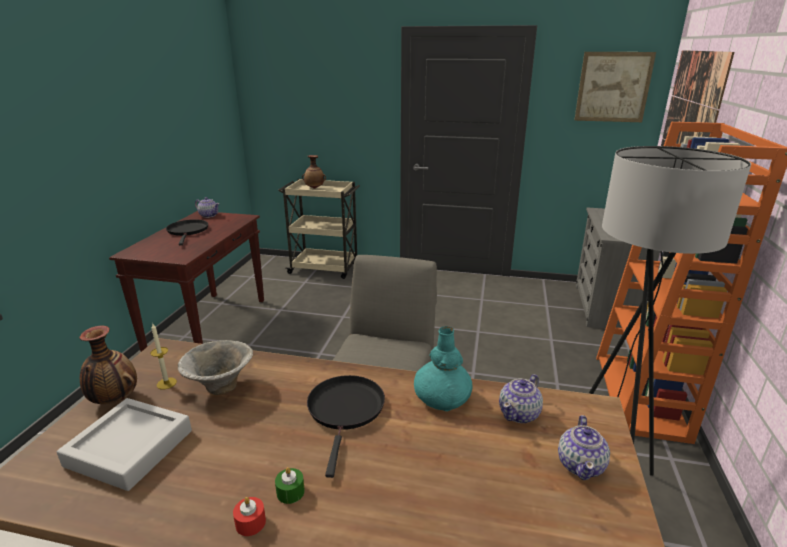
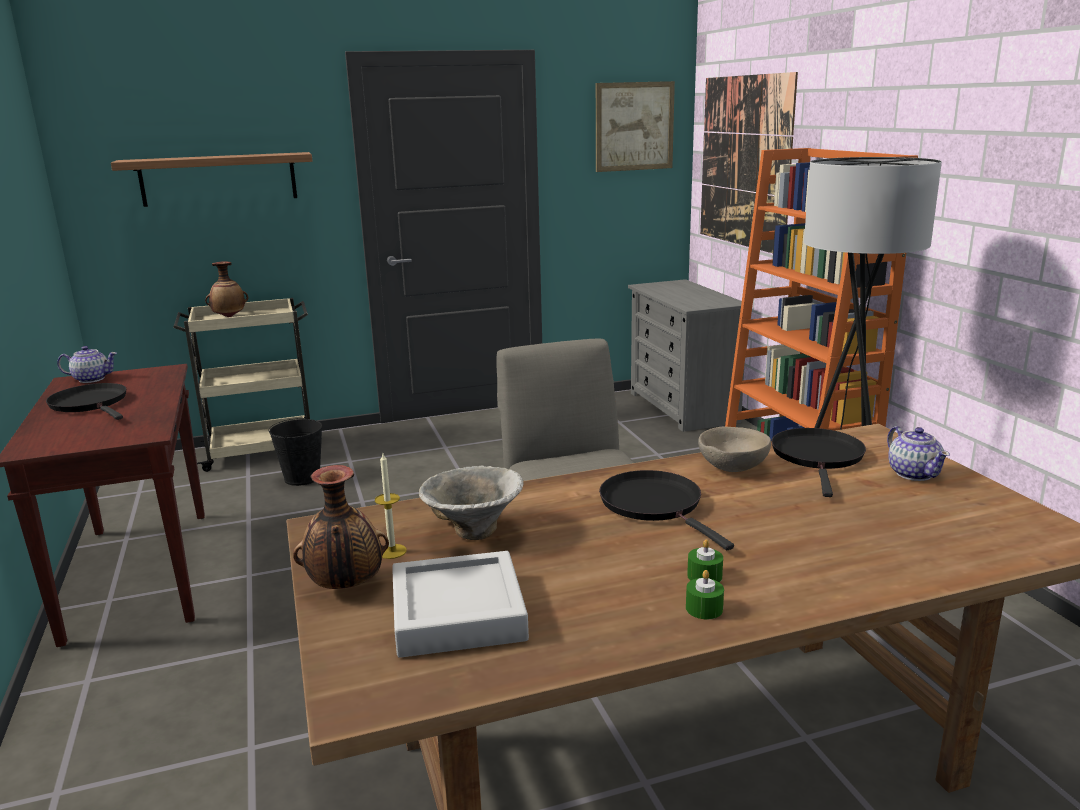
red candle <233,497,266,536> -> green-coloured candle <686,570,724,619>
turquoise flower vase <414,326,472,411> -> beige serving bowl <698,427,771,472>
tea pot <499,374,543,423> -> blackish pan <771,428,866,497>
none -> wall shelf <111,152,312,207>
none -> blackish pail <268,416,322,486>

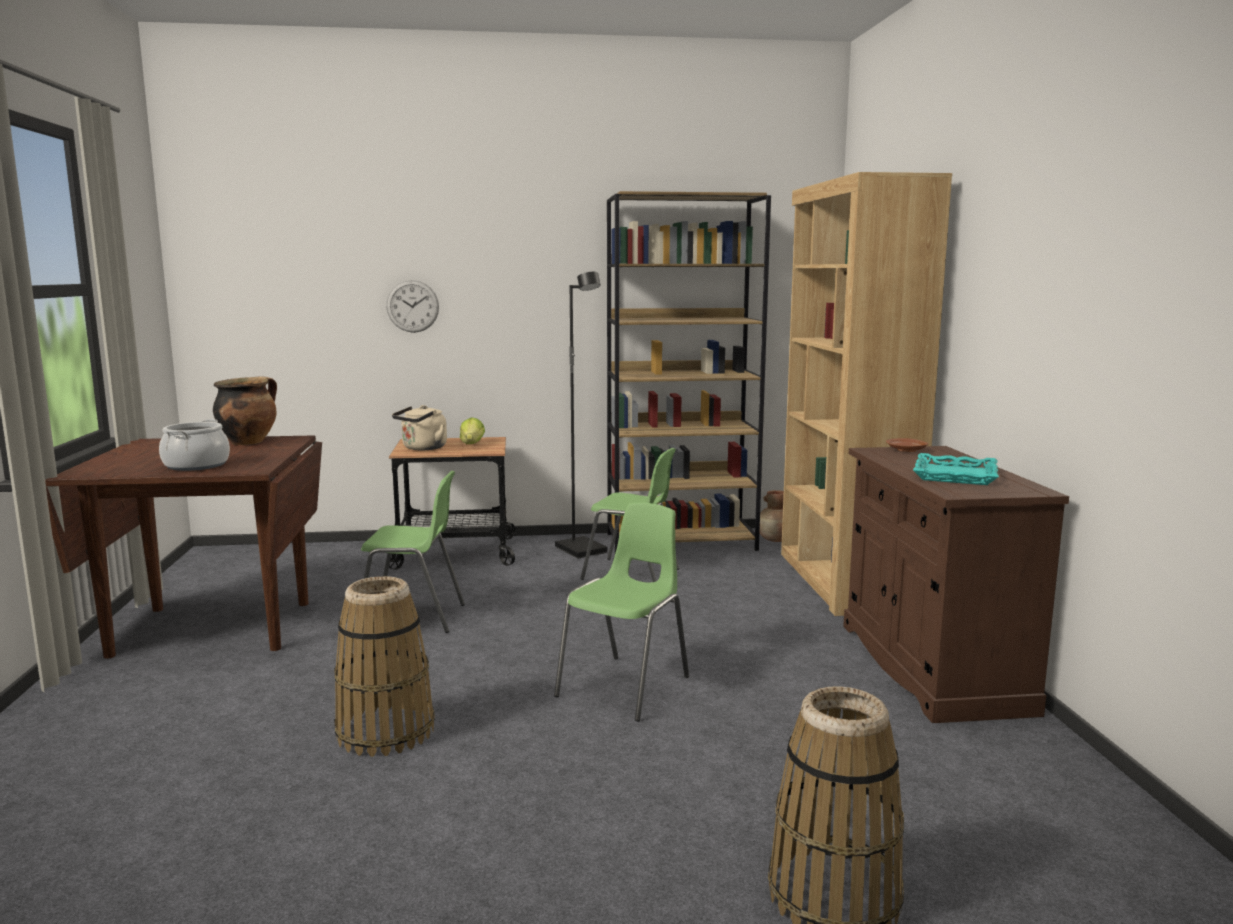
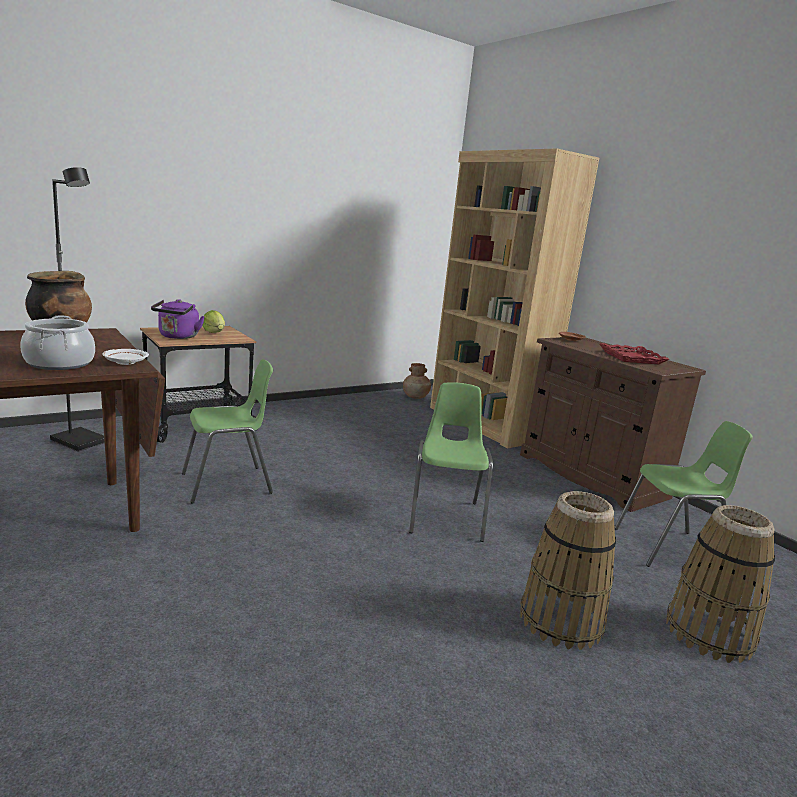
basket <334,576,435,757> -> basket <520,491,616,650>, moved
wall clock <386,280,439,333> -> none
beige kettle <392,405,447,450> -> purplish kettle <151,299,205,339>
blackish standard lamp <555,272,608,559> -> blackish standard lamp <50,167,105,452>, moved
green-coloured upright chair <580,448,680,582> -> green-coloured upright chair <614,421,753,567>, moved
brownish shelving unit <607,191,771,553> -> none
turquoise tray <913,453,999,485> -> red tray <599,343,670,364>
none -> white plate <103,349,149,365>

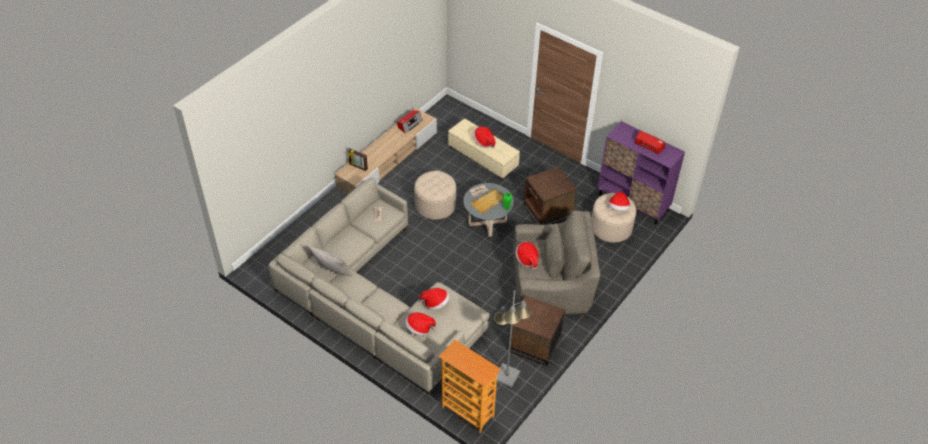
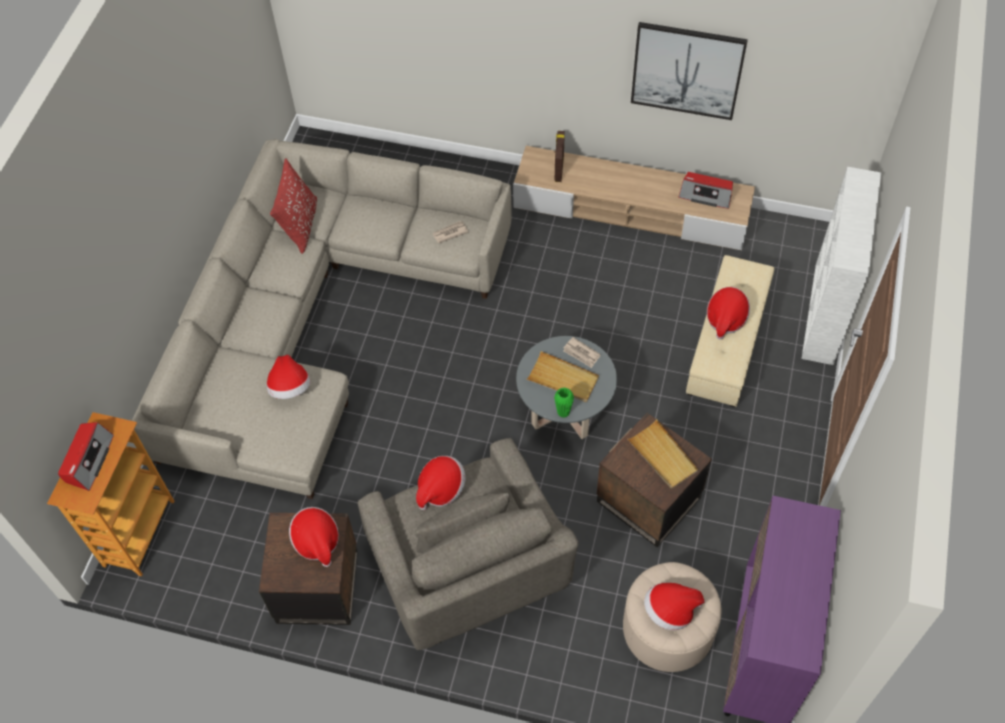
gray cushion <308,246,353,276> -> red cushion <270,158,317,254>
hat <405,312,436,336> -> hat <289,507,339,567>, moved
beige pouffe <414,170,456,220> -> none
gray standard lamp <494,290,531,387> -> none
radio receiver <635,131,665,154> -> radio receiver <58,422,114,491>, moved
none -> beige tray <627,419,698,489>
none -> wall picture <631,22,748,120>
none -> white shelving unit <801,167,881,365>

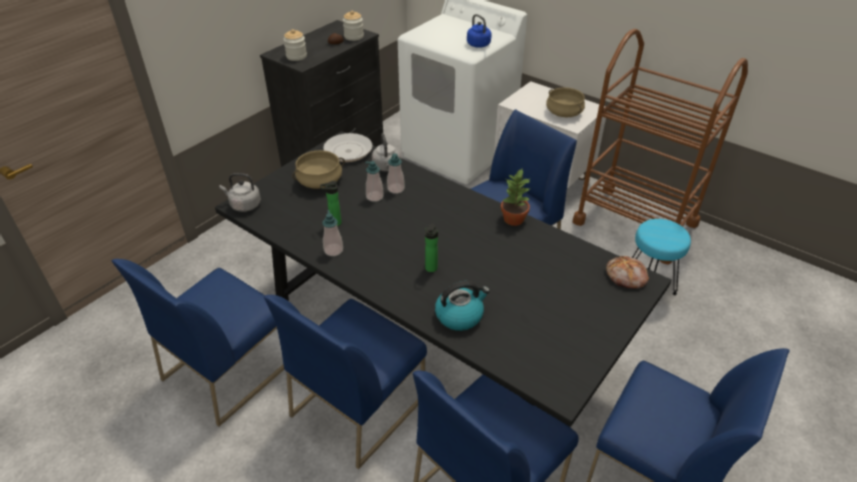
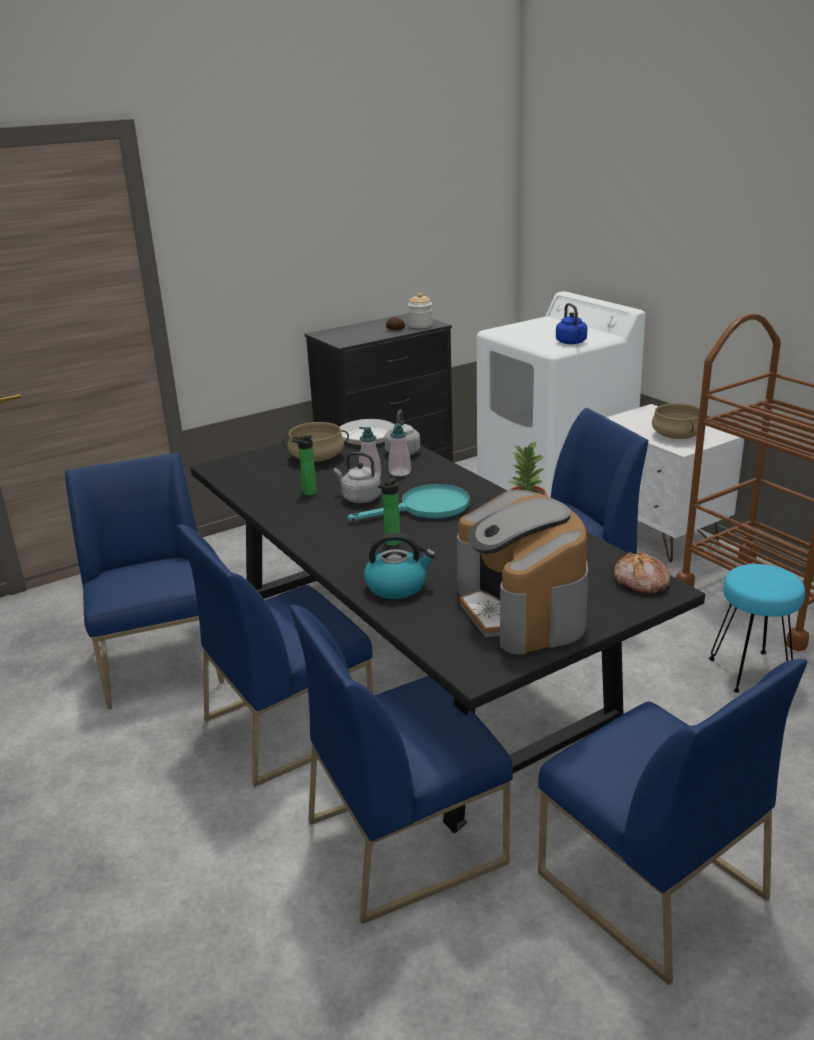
blue upright chair <111,259,284,427> -> blue upright chair <65,453,224,709>, 105 degrees clockwise
gray kettle <219,173,261,212> -> gray kettle <334,452,381,503>, moved
preserve jar <283,29,307,61> -> none
soap dispenser <322,210,343,256> -> none
none -> turquoise pan <347,484,470,521>
none -> coffee brewer <457,490,588,654>

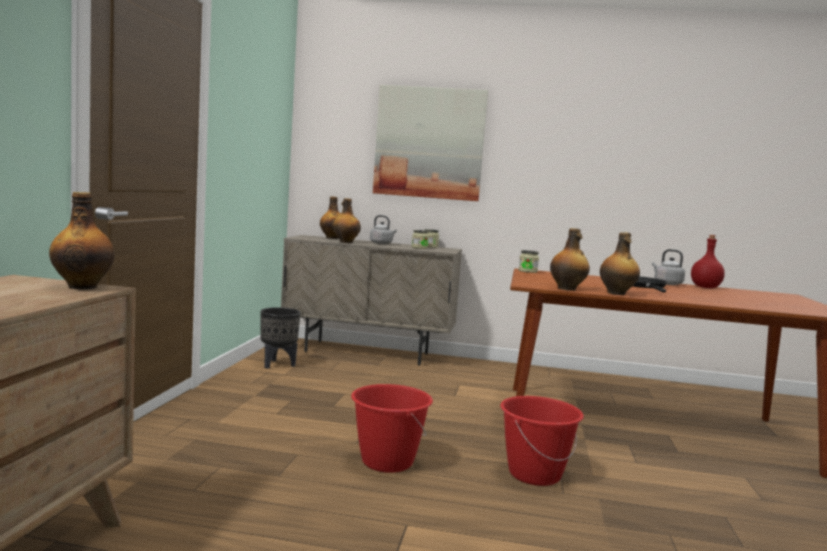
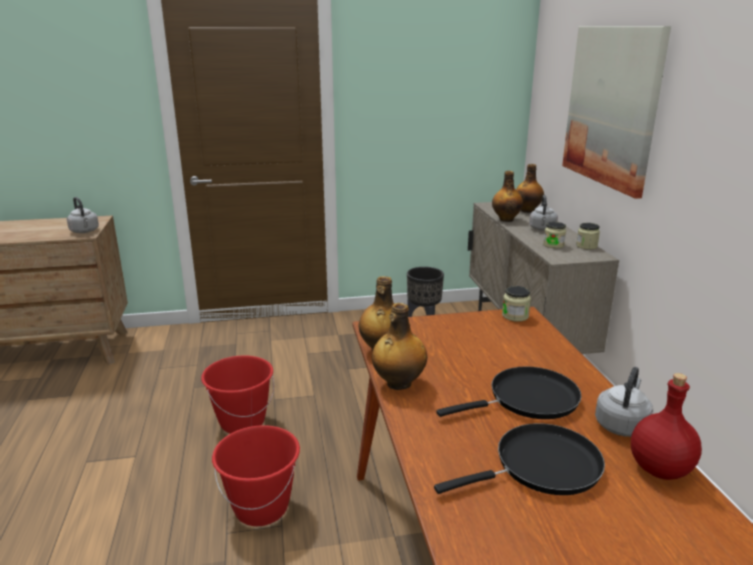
bottle <49,192,115,289> -> gray kettle <67,197,99,233>
none -> blackish pan <434,423,605,495>

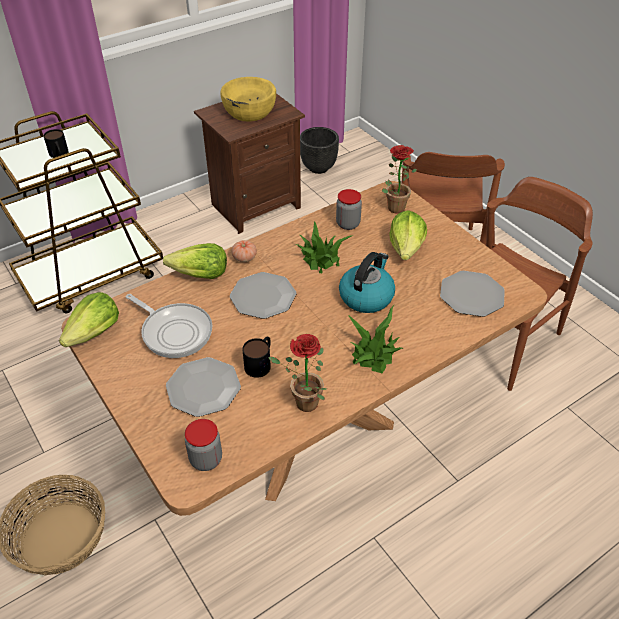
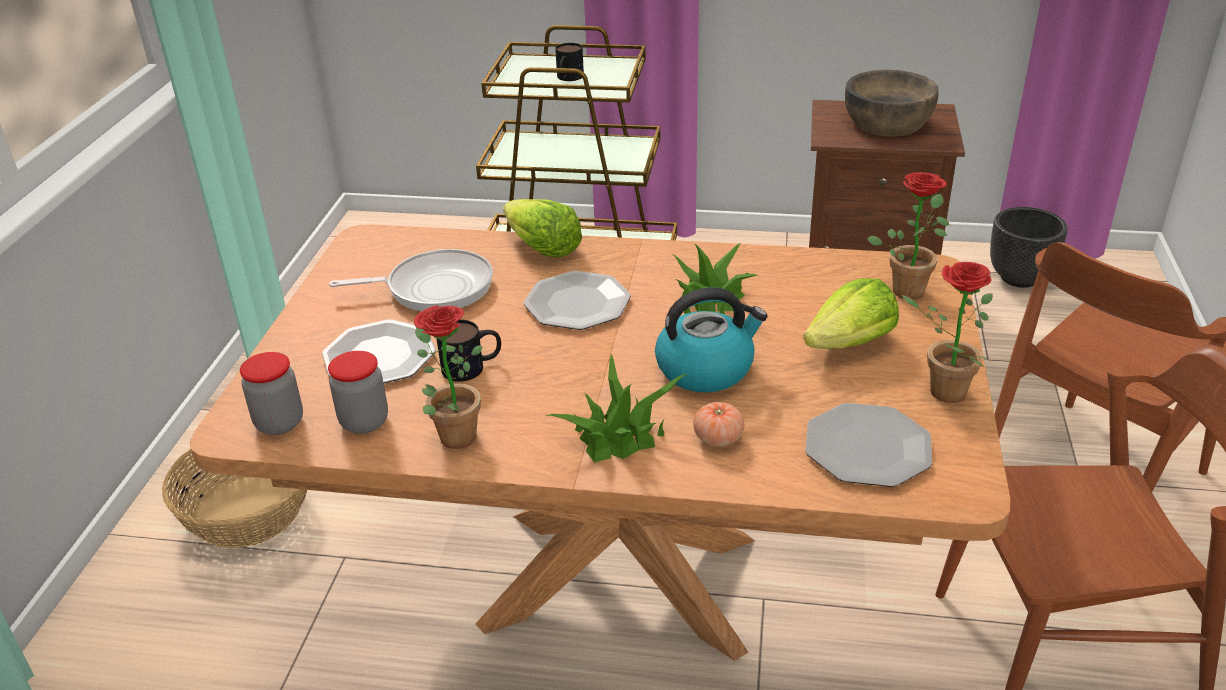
lettuce <59,292,119,347> -> none
pan <126,294,212,358> -> pan <329,249,493,311>, 90 degrees counterclockwise
yellowish serving bowl <221,77,276,122> -> brownish serving bowl <845,70,938,137>
tomato <232,240,257,262> -> tomato <693,402,744,446>, moved
preserve jar <336,189,362,230> -> preserve jar <328,351,388,434>, moved
none -> plant in a pot <902,262,993,403>

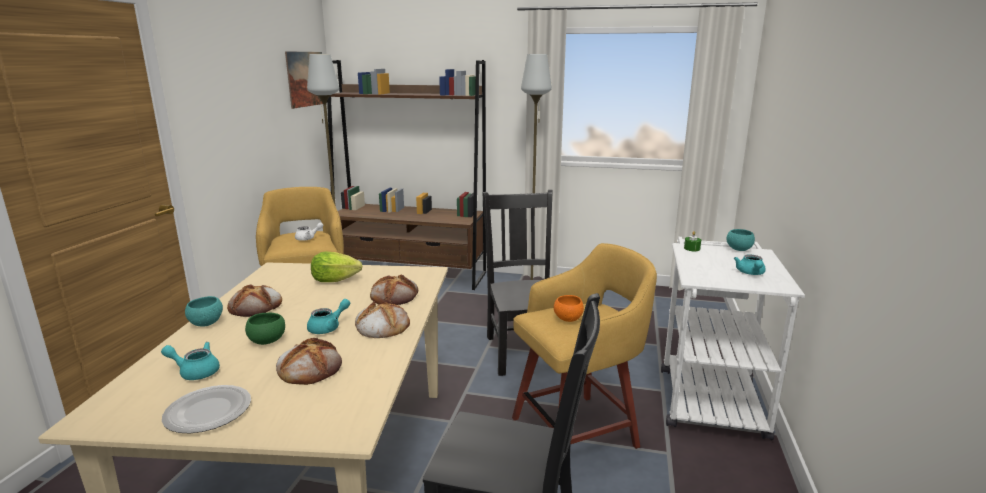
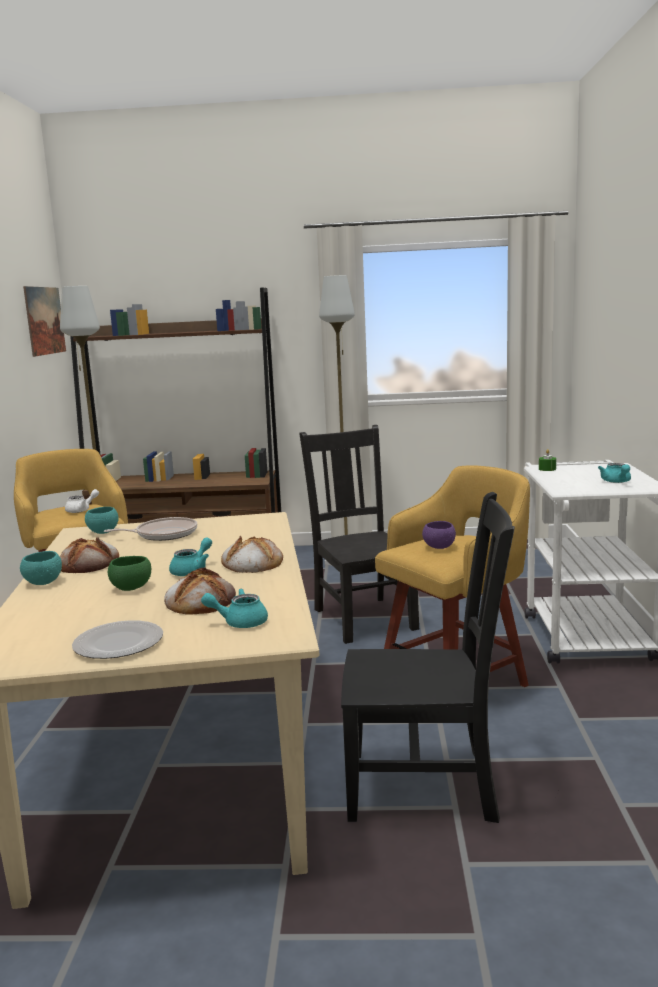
turquoise tea pot <161,342,220,380> -> turquoise tea pot <201,589,268,628>, moved
lettuce <311,252,362,282> -> pan <104,517,197,541>
bakery bread <370,274,418,305> -> none
orange-coloured serving bowl <554,295,584,322> -> purplish serving bowl <422,521,456,549>
turquoise serving bowl <726,229,755,251> -> turquoise serving bowl <85,507,119,534>, moved

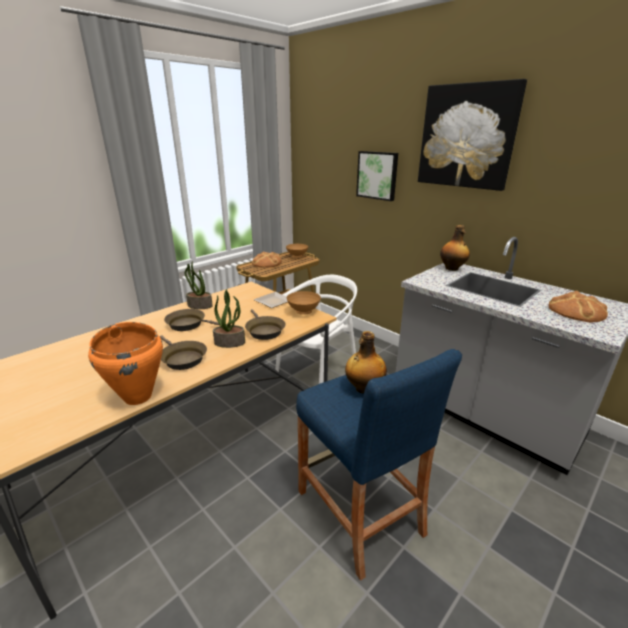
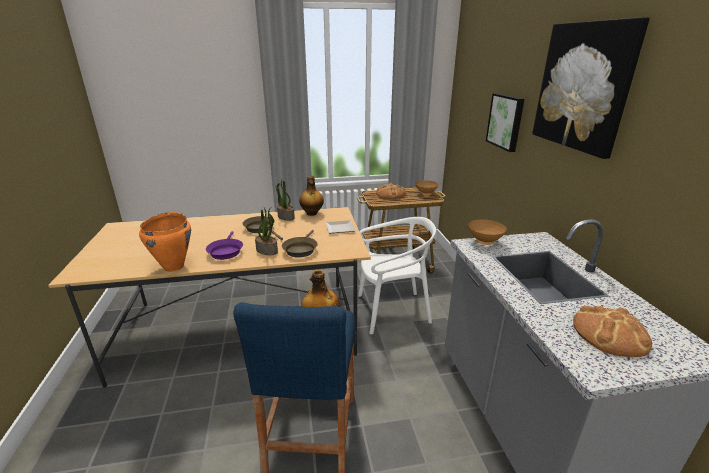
brownish pan <160,335,207,370> -> purplish pan <206,231,243,260>
brownish serving bowl <287,291,321,315> -> brownish serving bowl <468,219,507,245>, moved
bottle <440,225,470,271> -> bottle <299,176,324,216>, moved

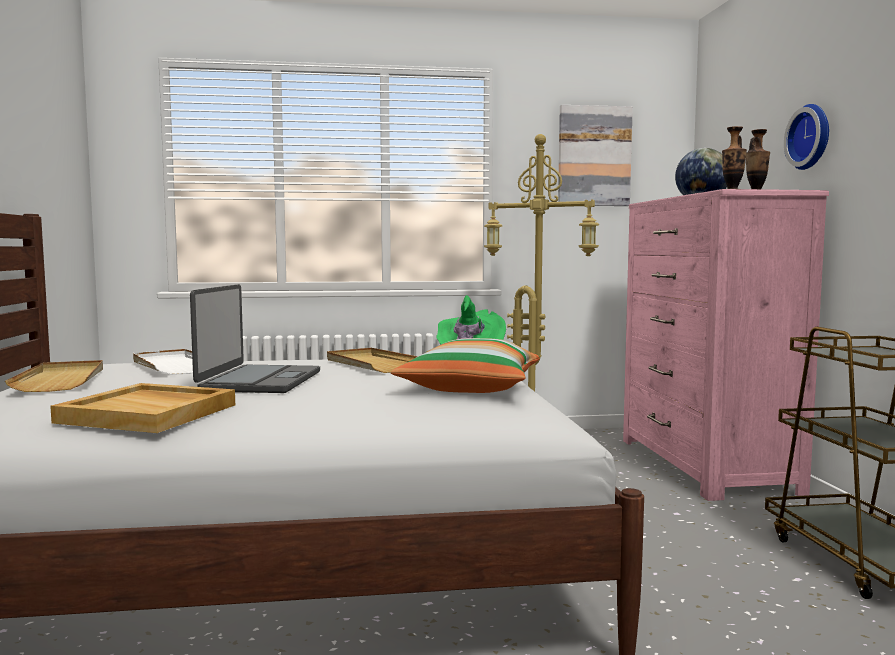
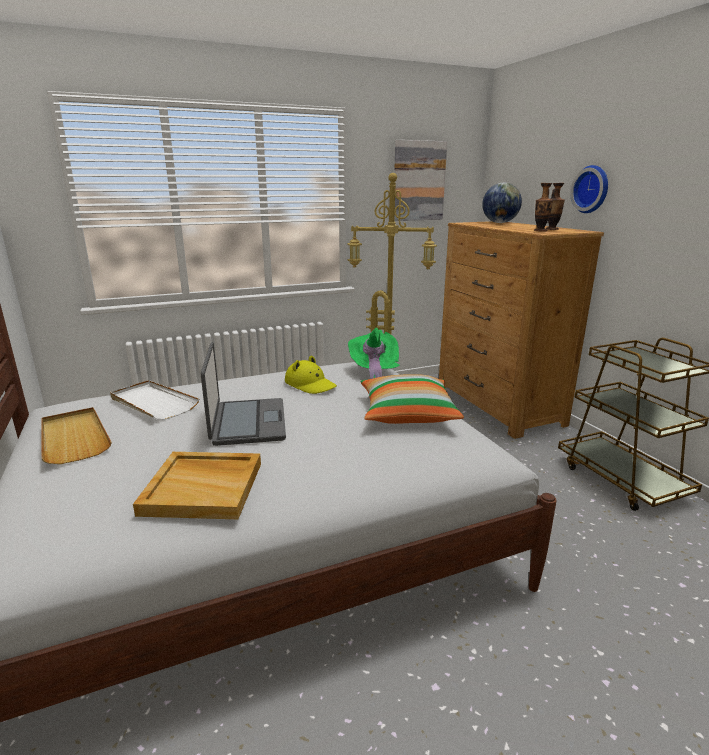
beige tray <327,348,418,373> -> yellowish hat <285,356,337,394>
pinkish drawer chest <623,189,829,501> -> brownish drawer chest <439,221,604,439>

